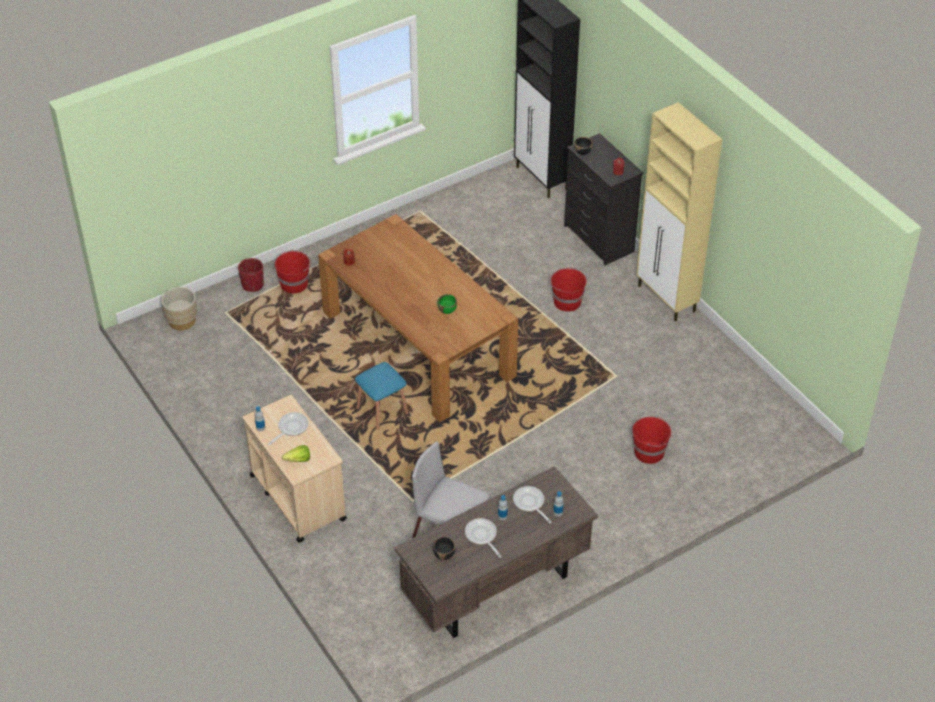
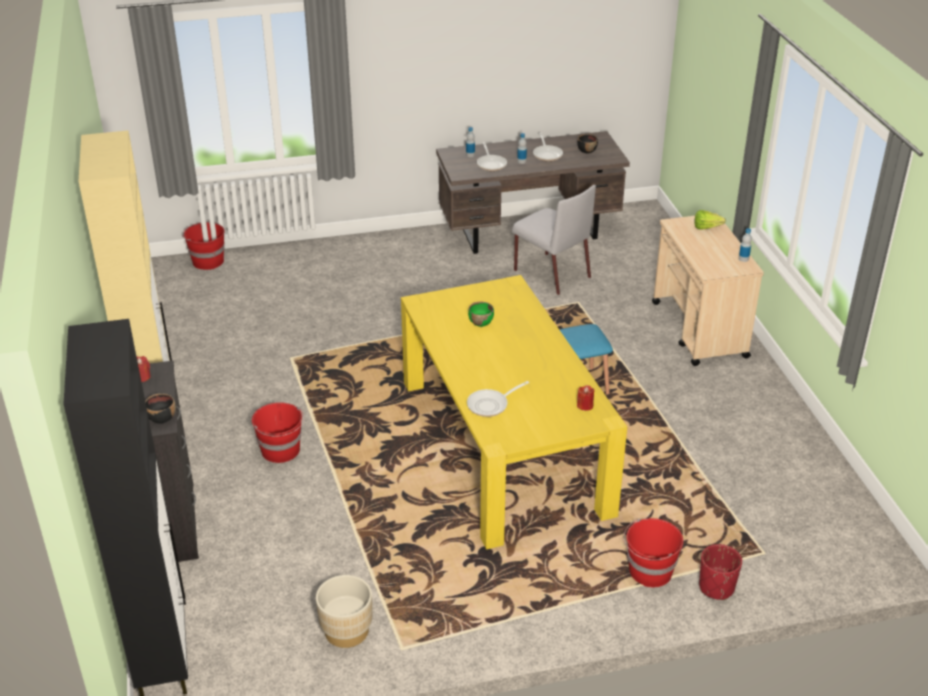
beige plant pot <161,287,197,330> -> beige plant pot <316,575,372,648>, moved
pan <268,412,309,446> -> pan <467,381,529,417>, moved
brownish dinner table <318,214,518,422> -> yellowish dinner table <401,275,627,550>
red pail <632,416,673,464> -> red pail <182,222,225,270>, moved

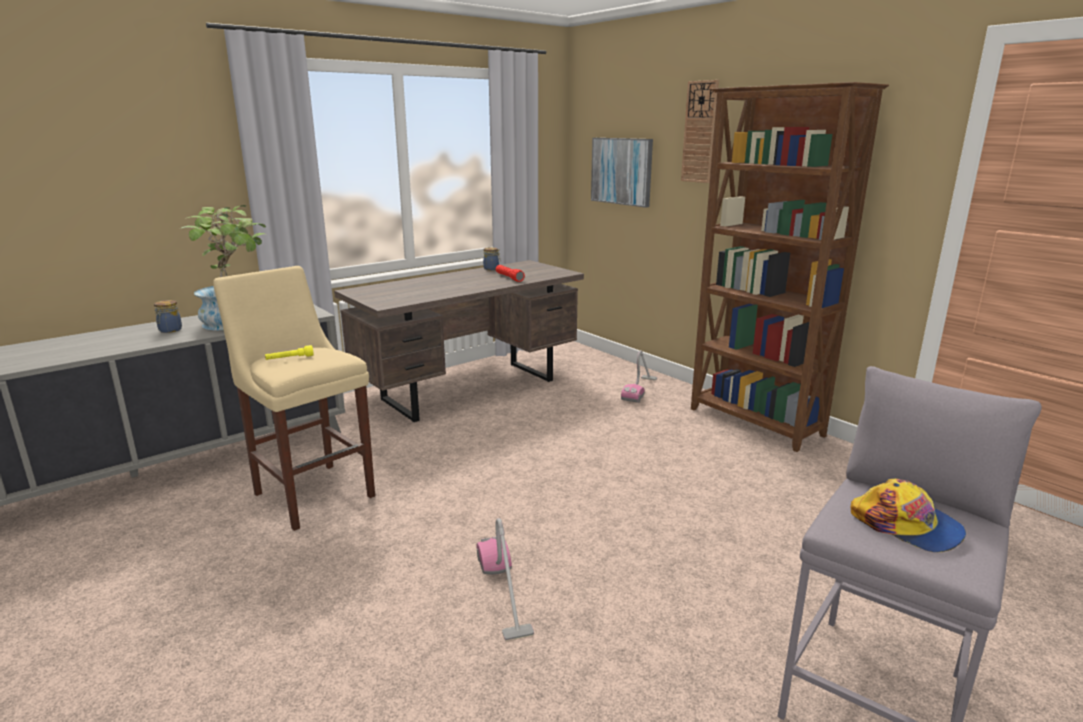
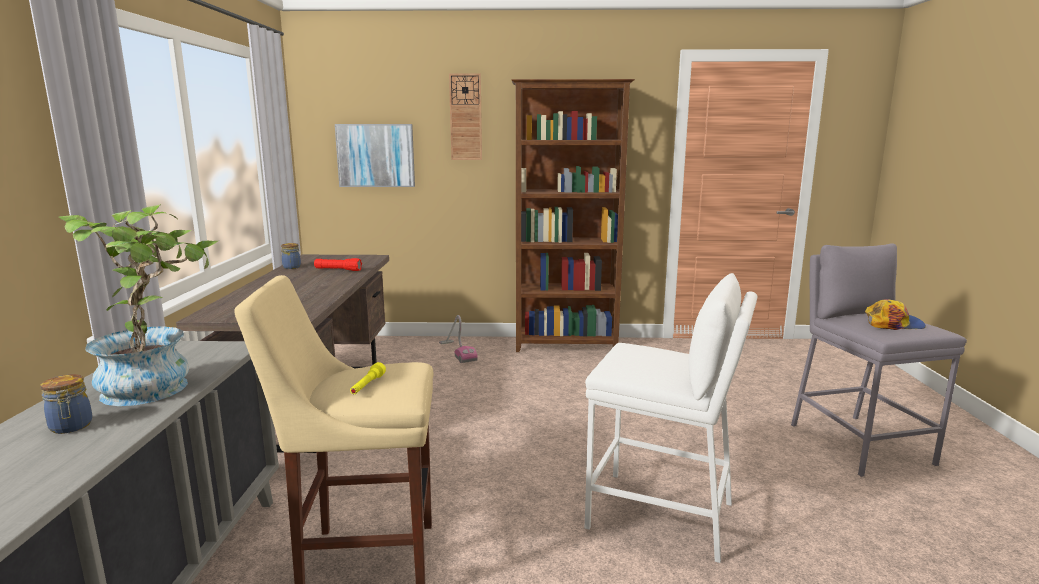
hoover <477,518,534,641> -> white sitting stool <585,273,757,563>

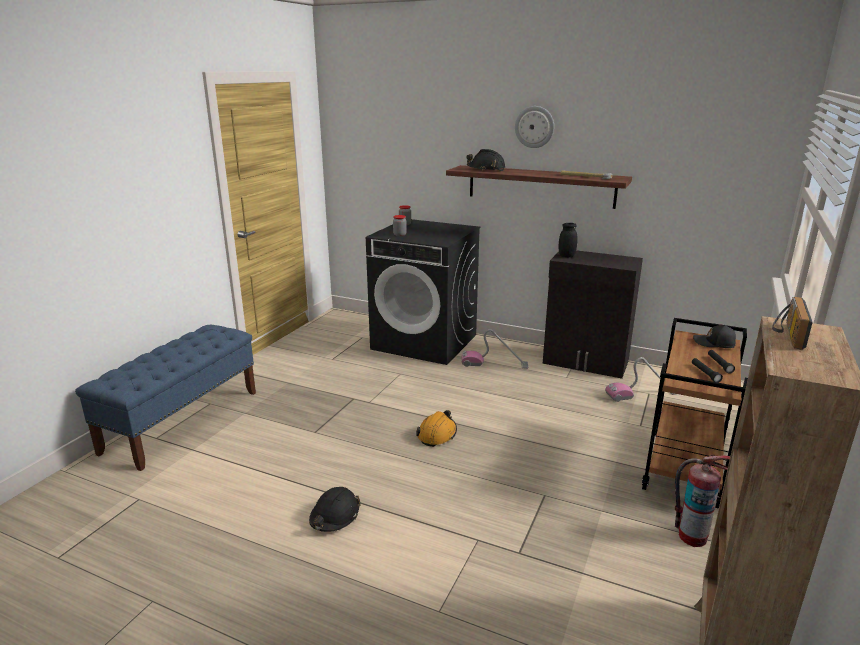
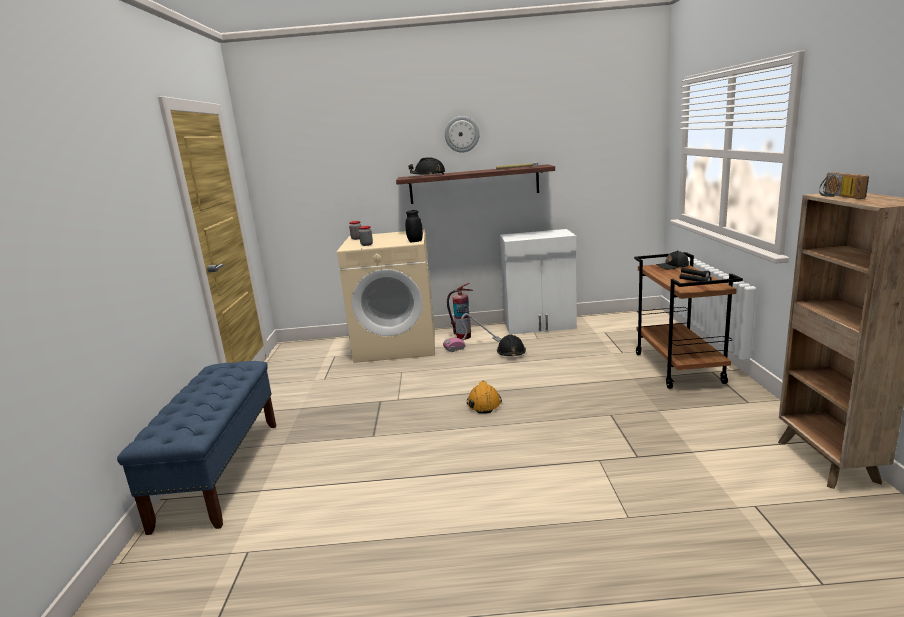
blackish safety helmet <309,487,361,532> -> blackish safety helmet <497,335,526,356>, moved
blackish washing machine <366,219,481,365> -> beige washing machine <337,230,435,363>
blackish cabinet <543,250,643,379> -> white cabinet <500,229,577,335>
blackish preserve jar <558,223,578,257> -> blackish preserve jar <406,210,423,242>, moved
hoover <605,357,677,402> -> none
fire-fighting cylinder <675,454,730,547> -> fire-fighting cylinder <447,283,473,340>, moved

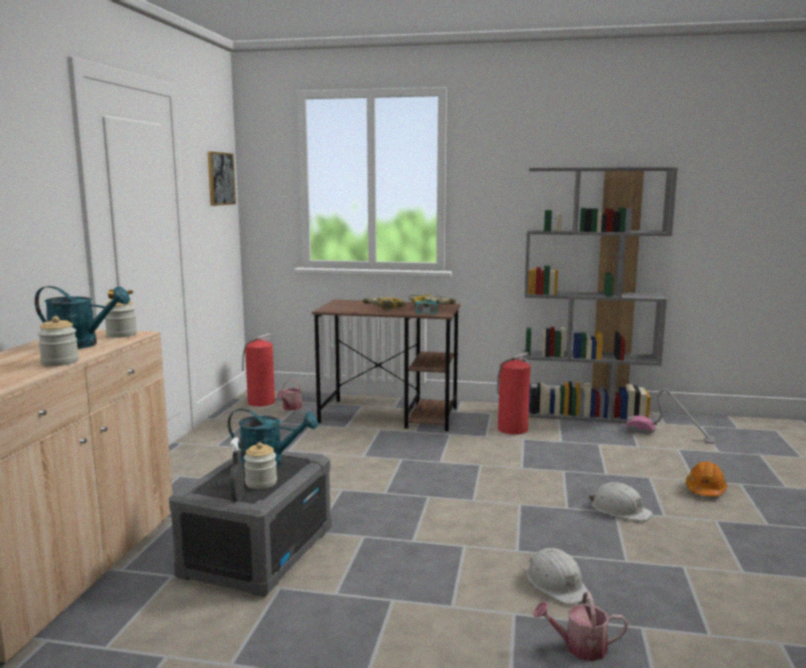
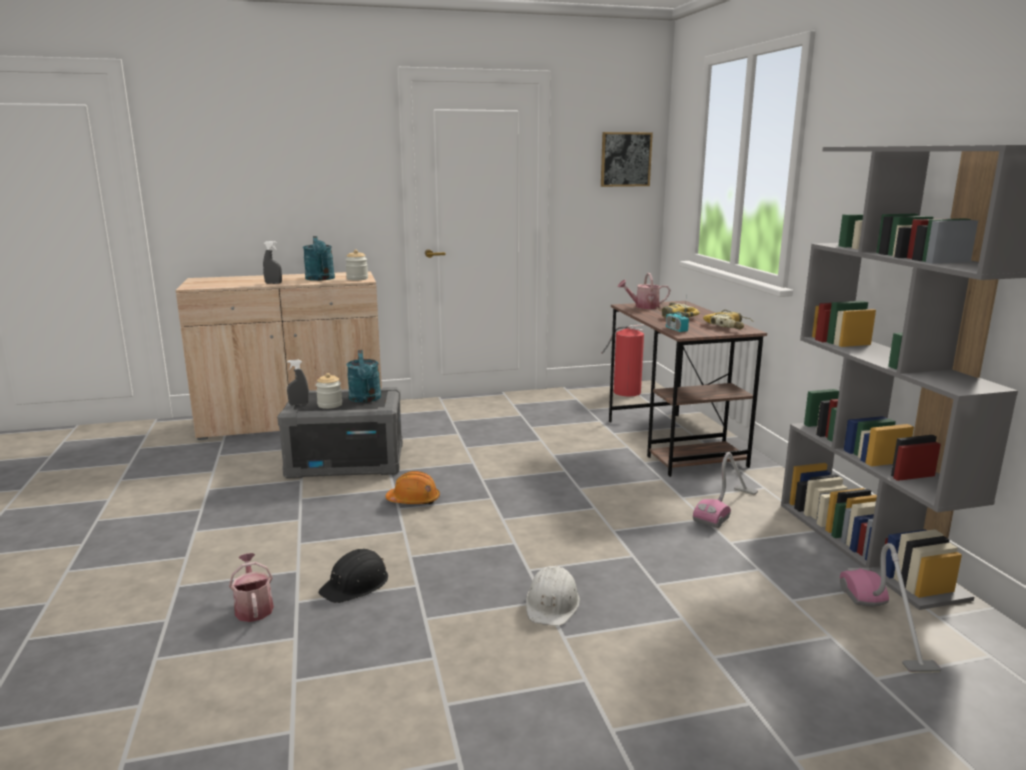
preserve jar <37,316,79,366> -> gray sprayer <263,241,282,284>
watering pot <277,380,302,410> -> watering pot <618,273,670,309>, moved
fire-fighting cylinder <497,352,531,435> -> hoover <693,452,758,528>
white safety helmet <526,548,589,604> -> blackish safety helmet <318,549,388,603>
orange-coloured safety helmet <686,461,727,497> -> orange-coloured safety helmet <385,471,440,504>, moved

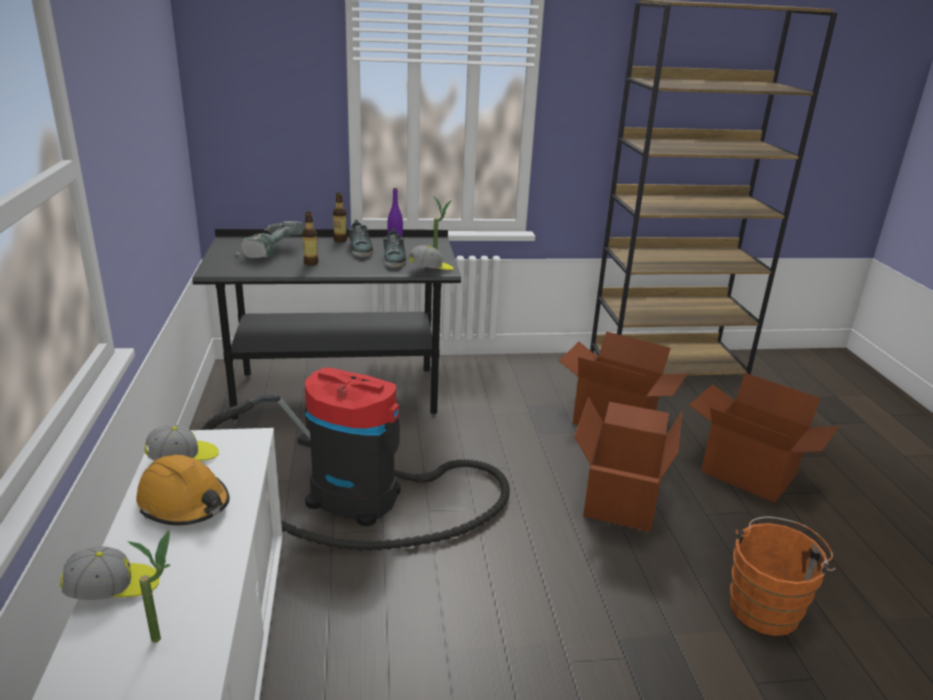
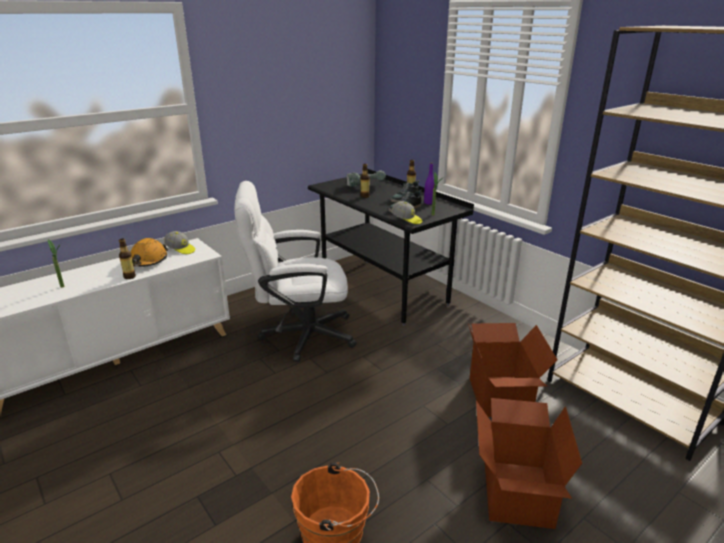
peaked cap <60,546,159,600> -> none
hoover <201,367,510,551> -> white desk chair <235,181,357,362>
carton <574,397,683,532> -> none
none -> bottle <119,239,136,279>

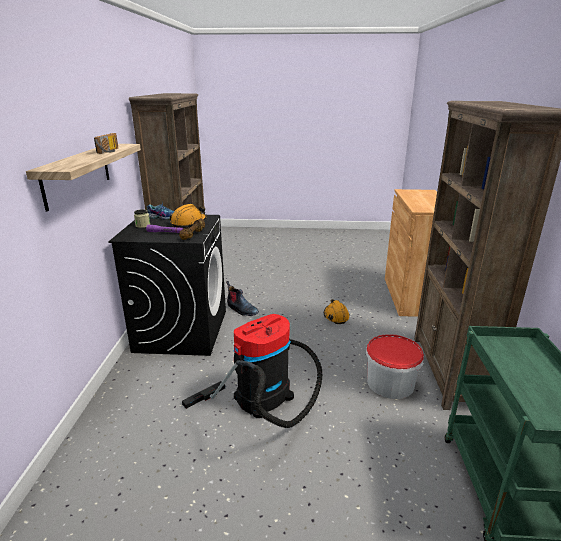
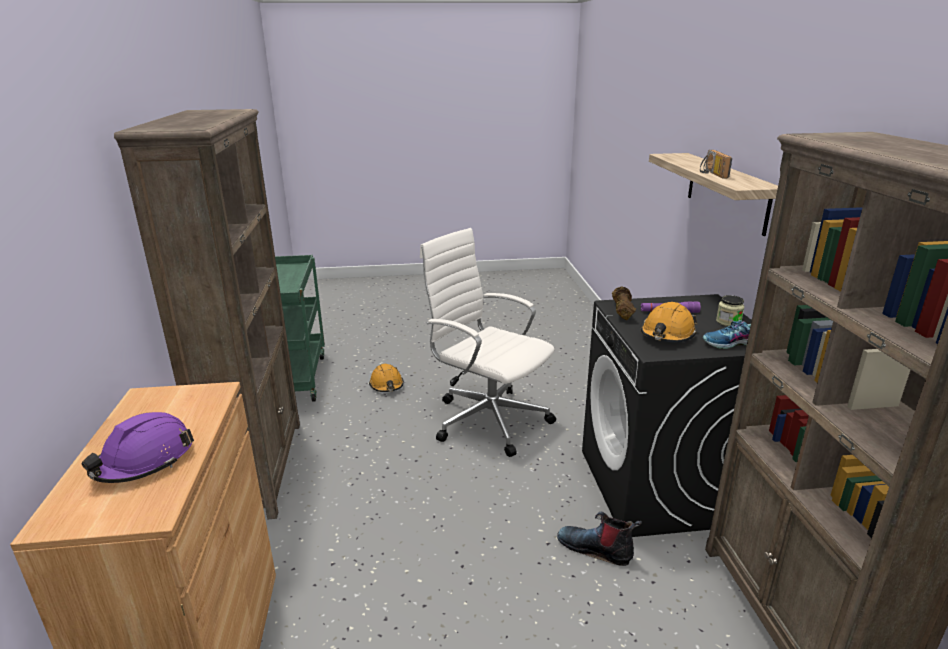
hoover <182,314,322,428> -> white desk chair <420,228,556,457>
orange-coloured safety helmet <324,299,350,324> -> orange-coloured safety helmet <369,364,404,392>, moved
pail <366,334,424,399> -> none
none -> purplish safety helmet <82,412,194,483>

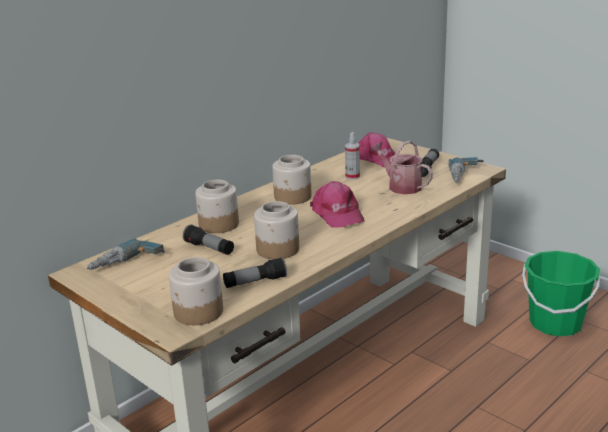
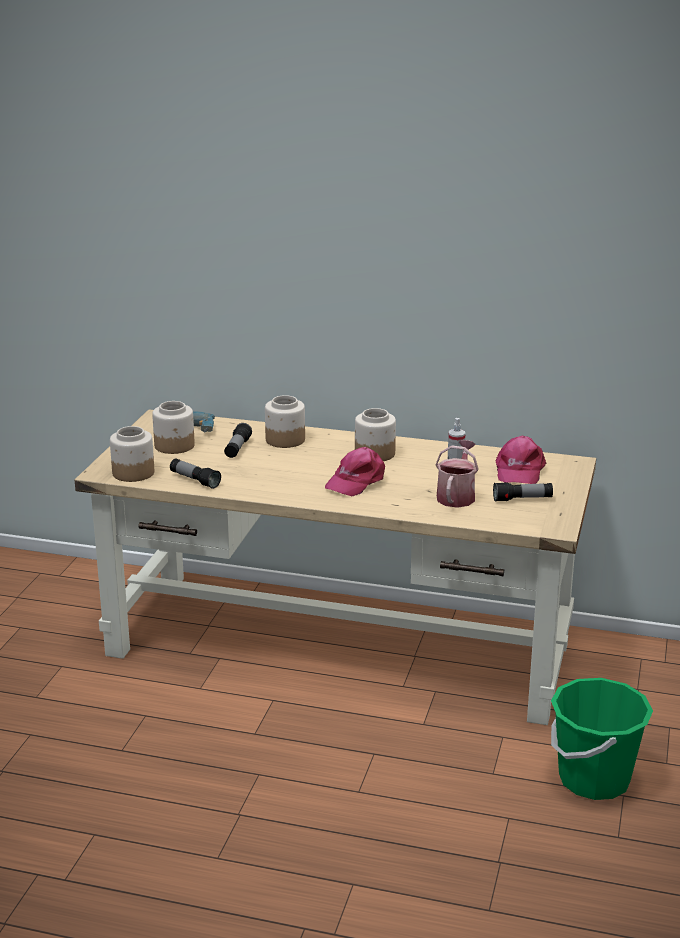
preserve jar <254,201,299,259> -> preserve jar <152,401,195,454>, moved
power drill <449,157,484,183> -> none

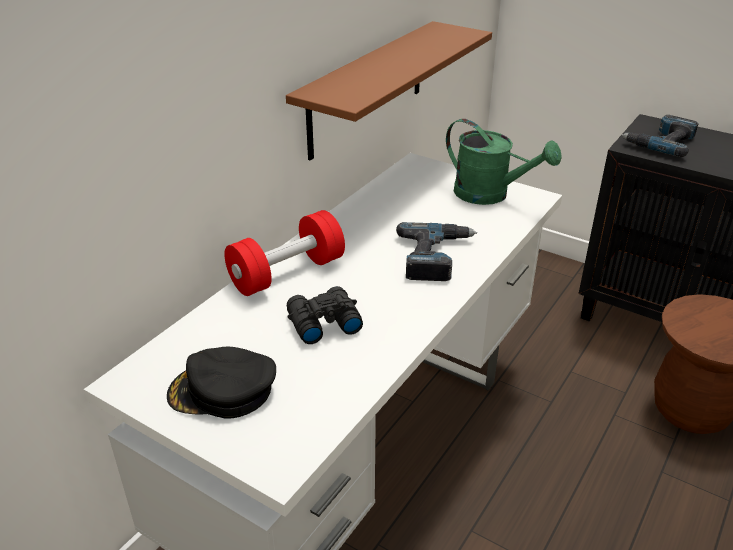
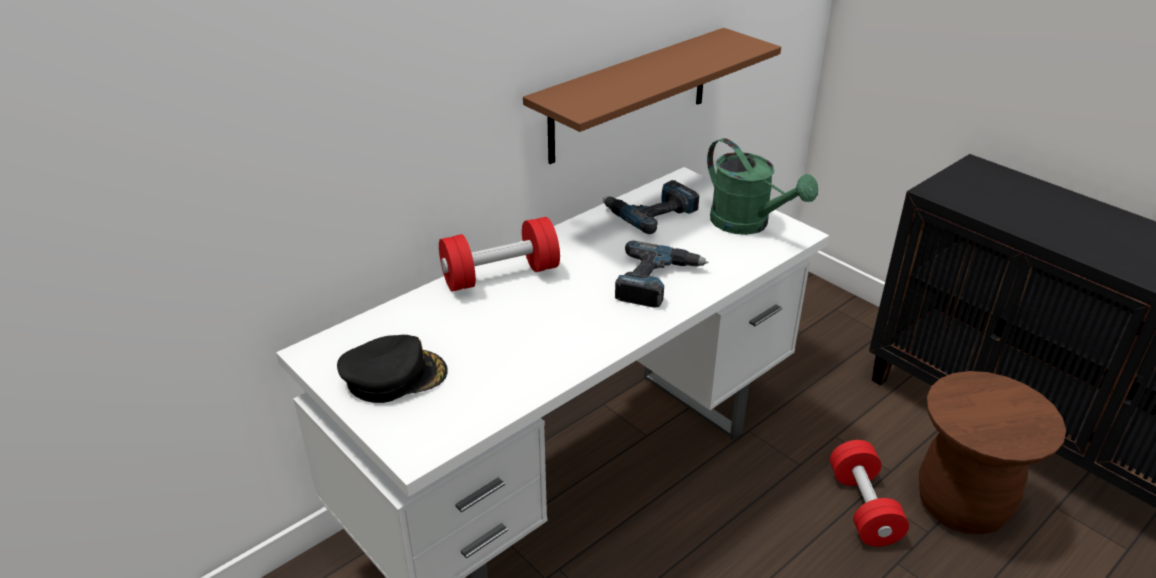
blackish peaked cap <167,347,276,418> -> blackish peaked cap <337,335,448,403>, 150 degrees clockwise
blackish binoculars <287,286,363,344> -> none
power drill <622,115,699,157> -> power drill <603,180,699,234>, moved
none -> red free weight <830,440,909,547>

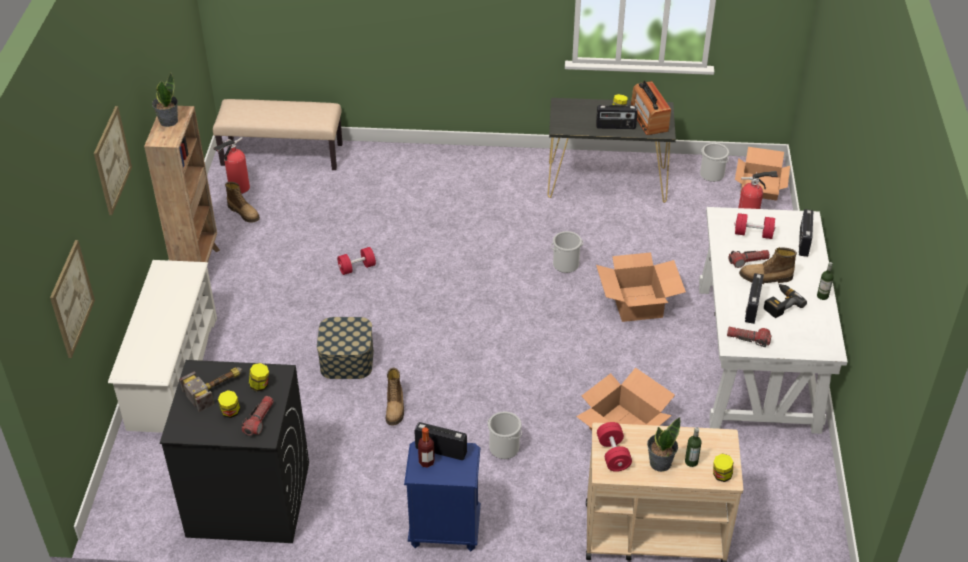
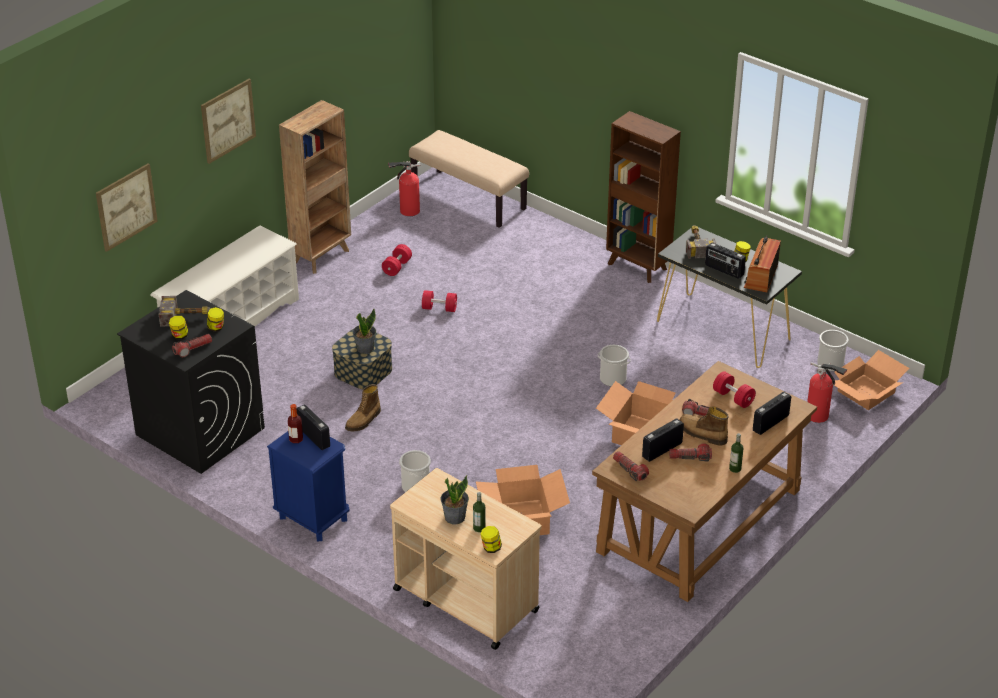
plant in a pot <152,73,178,127> -> plant in a pot <352,308,376,354>, moved
tall boot <225,182,260,223> -> none
red free weight <597,422,632,472> -> red free weight <382,244,412,276>, moved
white desk table <699,207,848,434> -> brownish desk table <592,361,817,602>
power drill <764,284,807,318> -> torch <669,443,712,462>
none -> brownish shelving unit <606,111,681,283>
none -> tool hammer <686,225,716,259>

